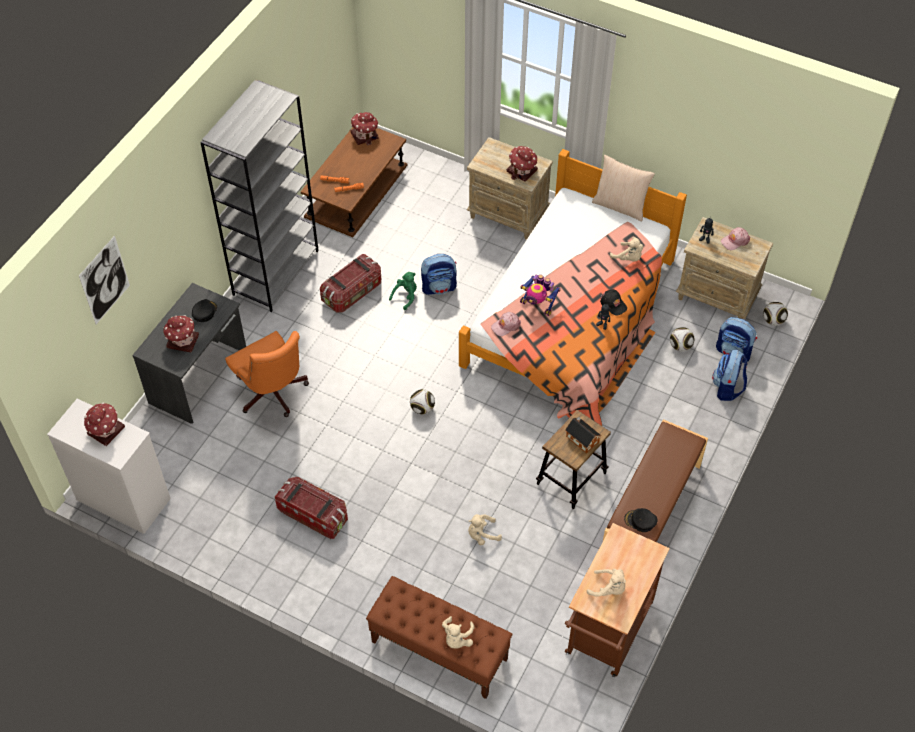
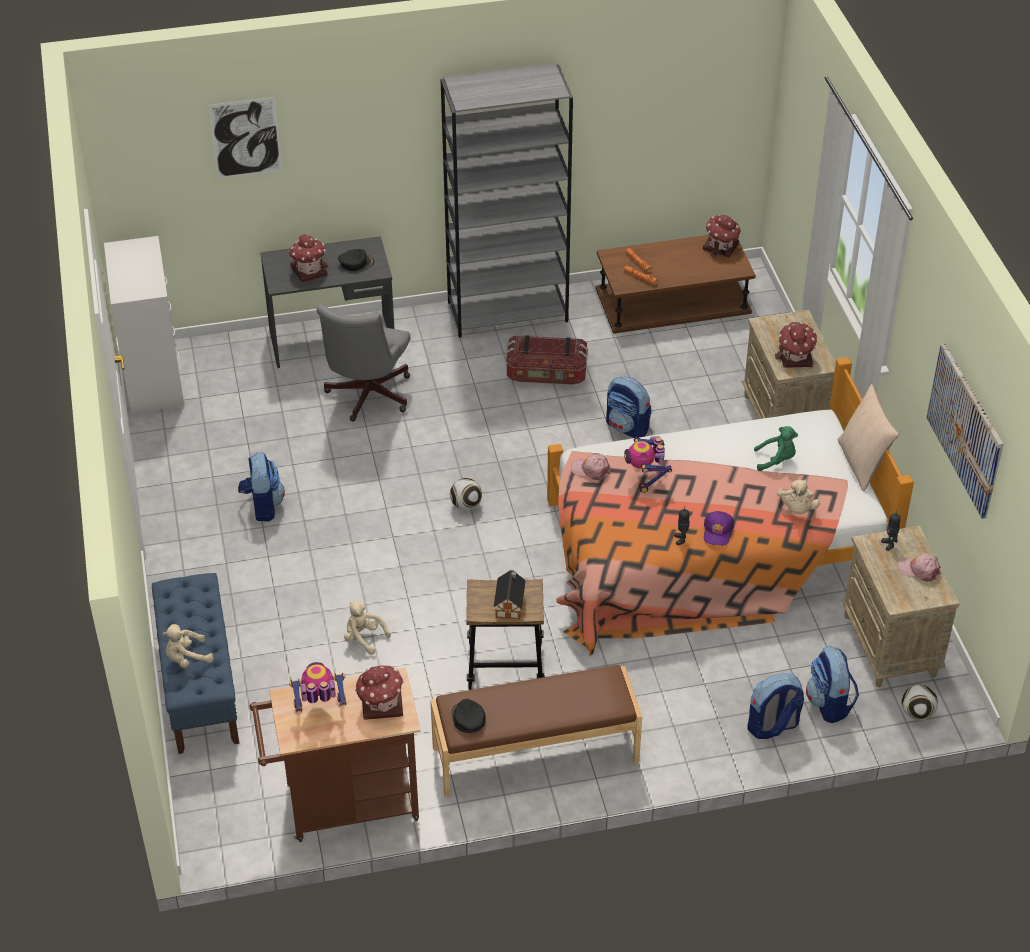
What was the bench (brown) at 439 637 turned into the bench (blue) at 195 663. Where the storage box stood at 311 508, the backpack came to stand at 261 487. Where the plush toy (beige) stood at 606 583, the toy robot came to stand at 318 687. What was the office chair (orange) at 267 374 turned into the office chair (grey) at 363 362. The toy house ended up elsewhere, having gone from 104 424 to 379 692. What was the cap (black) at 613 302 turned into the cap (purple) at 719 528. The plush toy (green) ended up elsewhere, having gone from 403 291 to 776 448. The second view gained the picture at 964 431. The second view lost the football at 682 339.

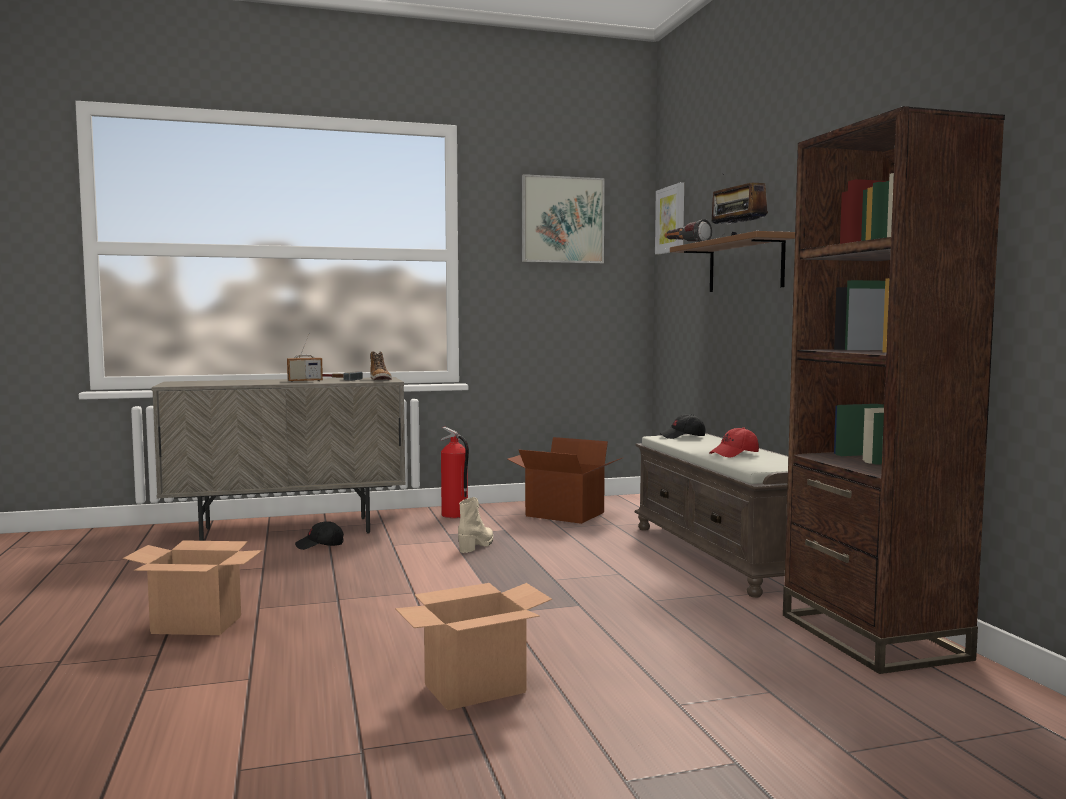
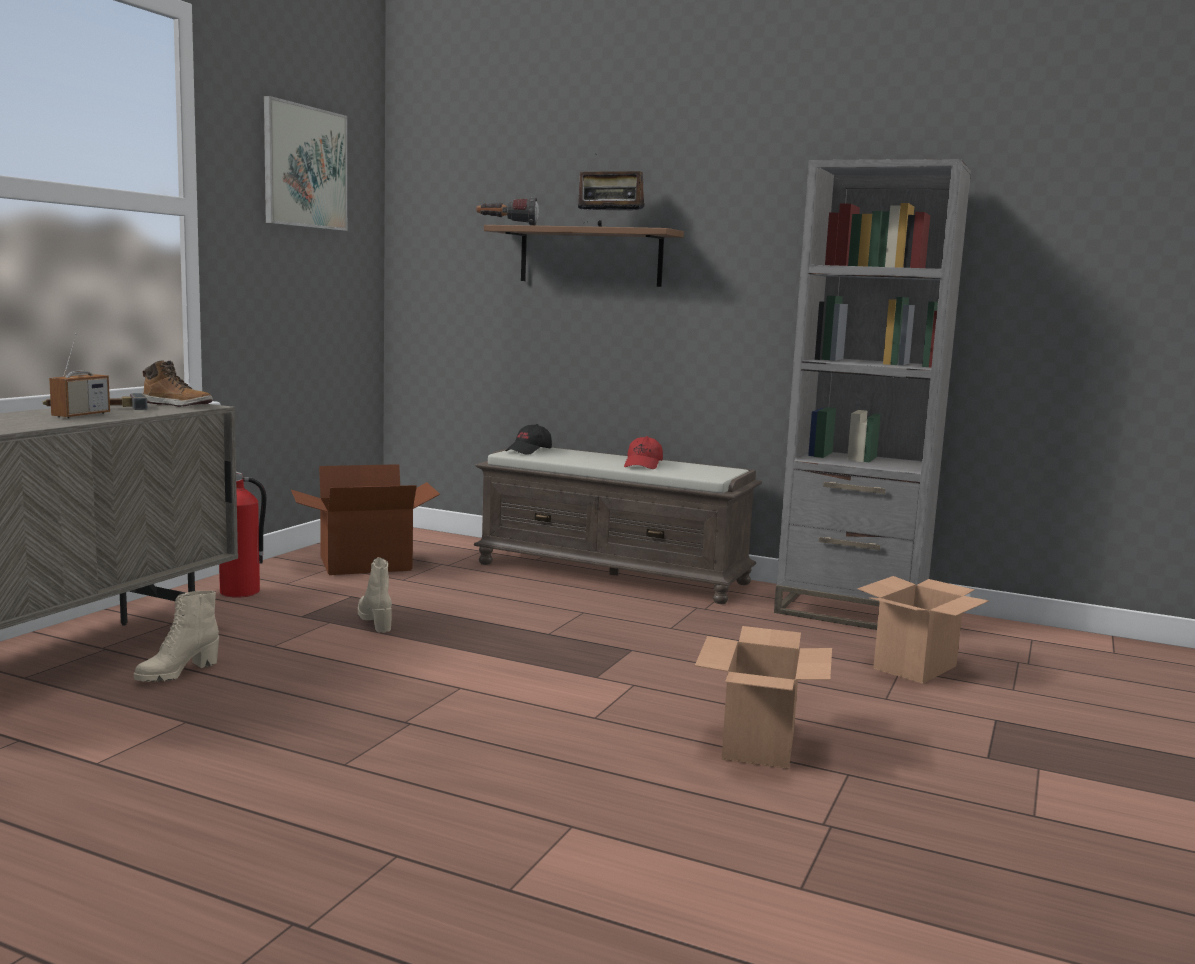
Where the cap (black) stood at 319 535, the boot (beige) came to stand at 176 636. What was the bookcase (brown) at 894 390 turned into the bookcase (grey) at 872 394. The cardboard box ended up elsewhere, having gone from 192 587 to 923 630. The second view lost the picture at 669 218.

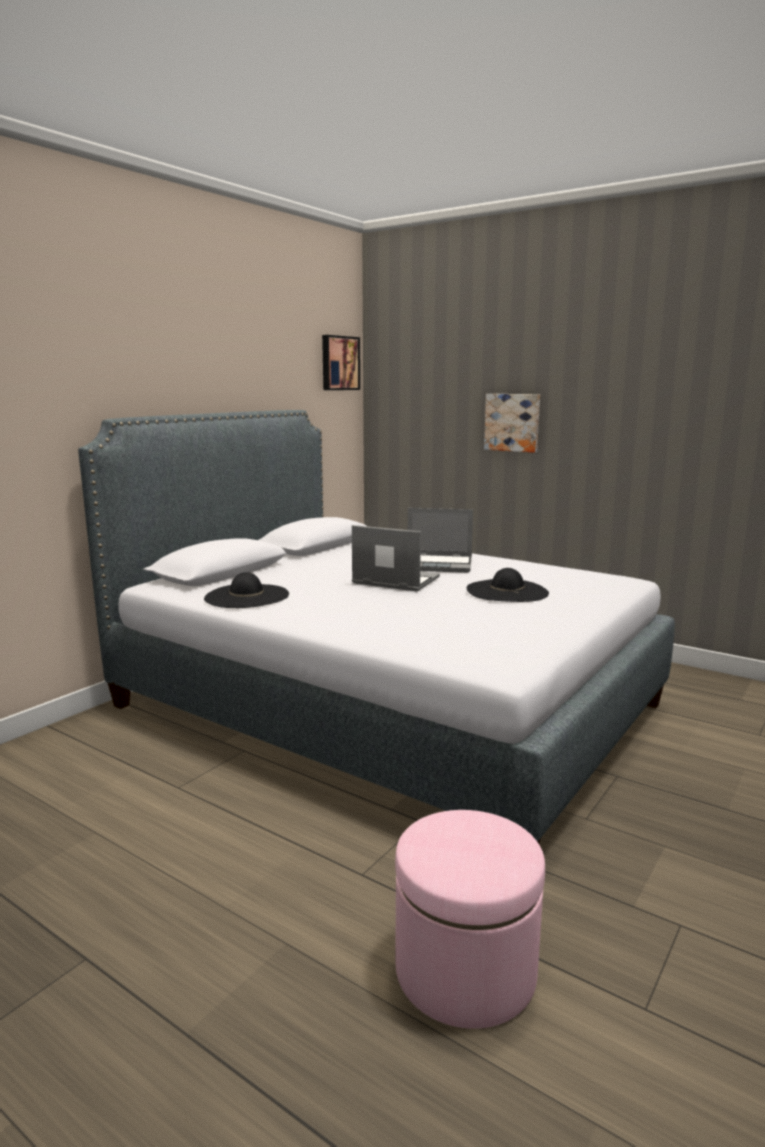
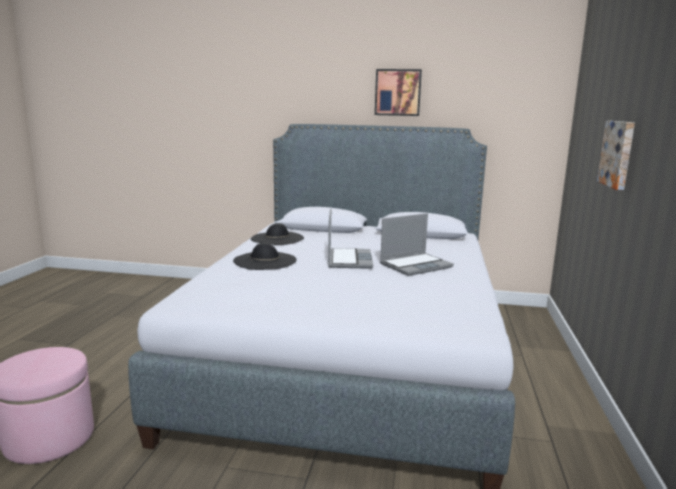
The hat (black) ended up elsewhere, having gone from 508 585 to 265 256. The picture ended up elsewhere, having gone from 341 362 to 398 92. The laptop at 440 540 ended up facing another way, 105 degrees counterclockwise from before.

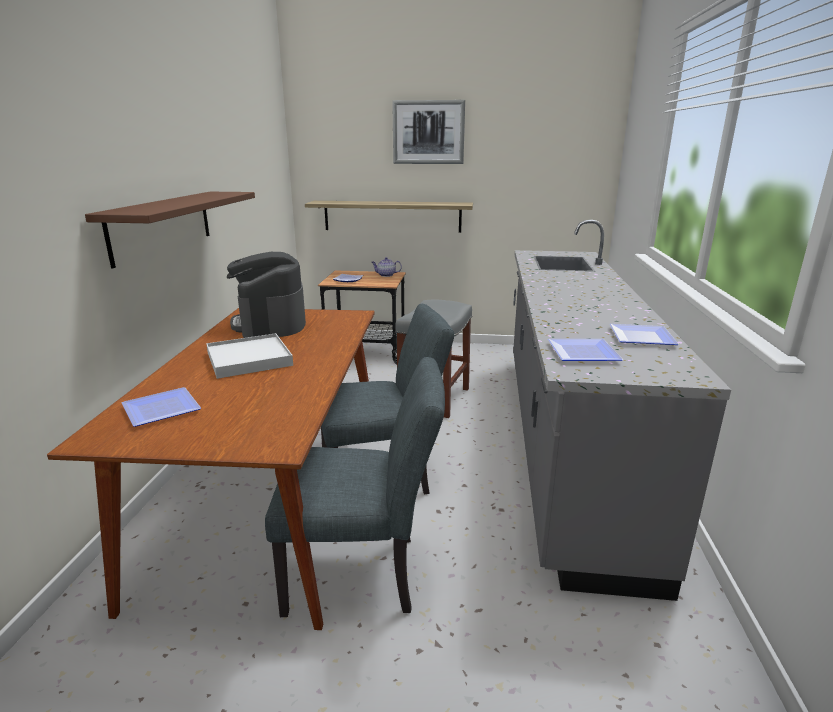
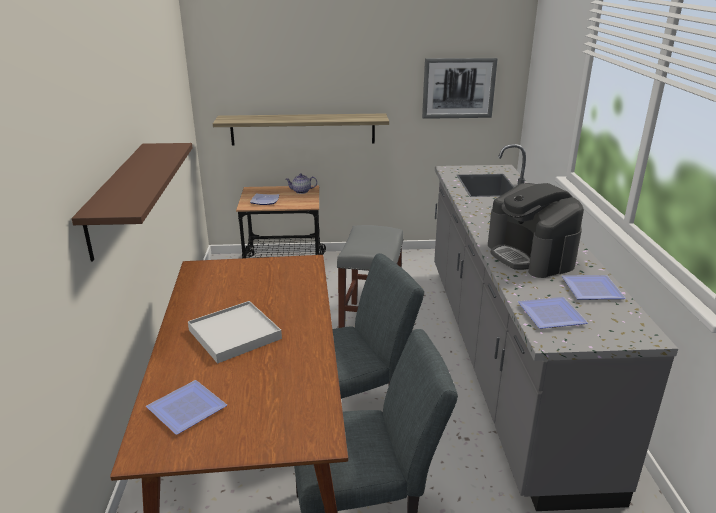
The picture ended up elsewhere, having gone from 428 132 to 460 88. The coffee machine ended up elsewhere, having gone from 266 295 to 536 230.

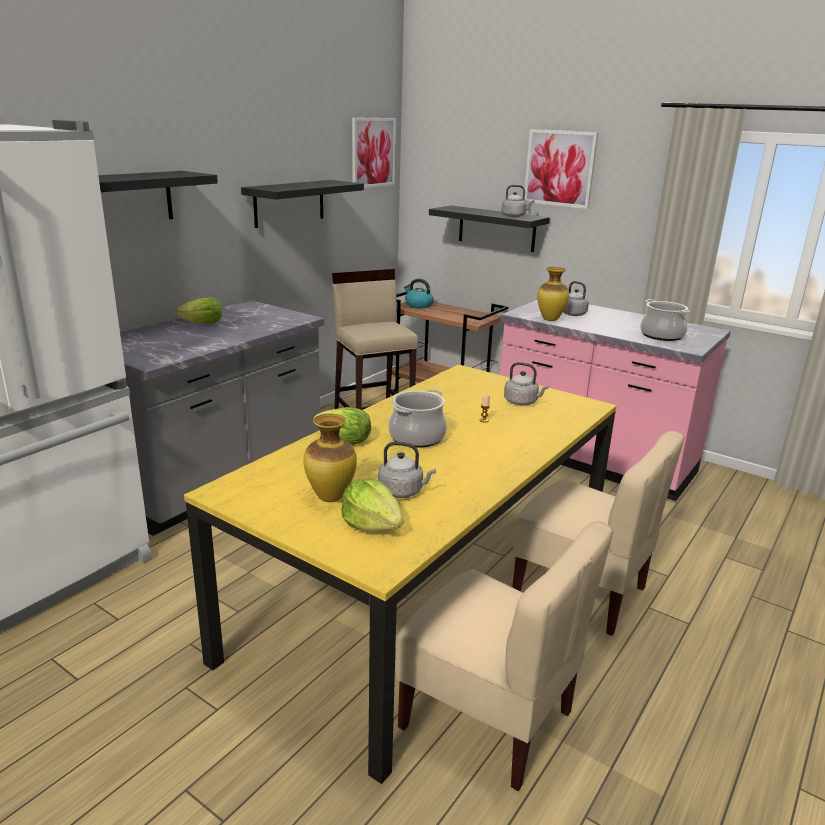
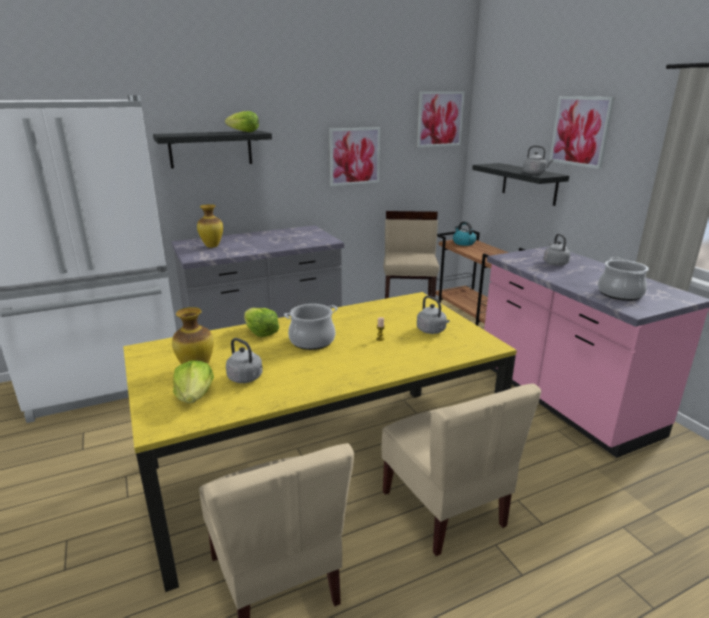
The vase ended up elsewhere, having gone from 553 294 to 210 226. The lettuce ended up elsewhere, having gone from 198 310 to 242 121. Where the shelf (black) hung at 302 204, the picture came to hang at 354 156.

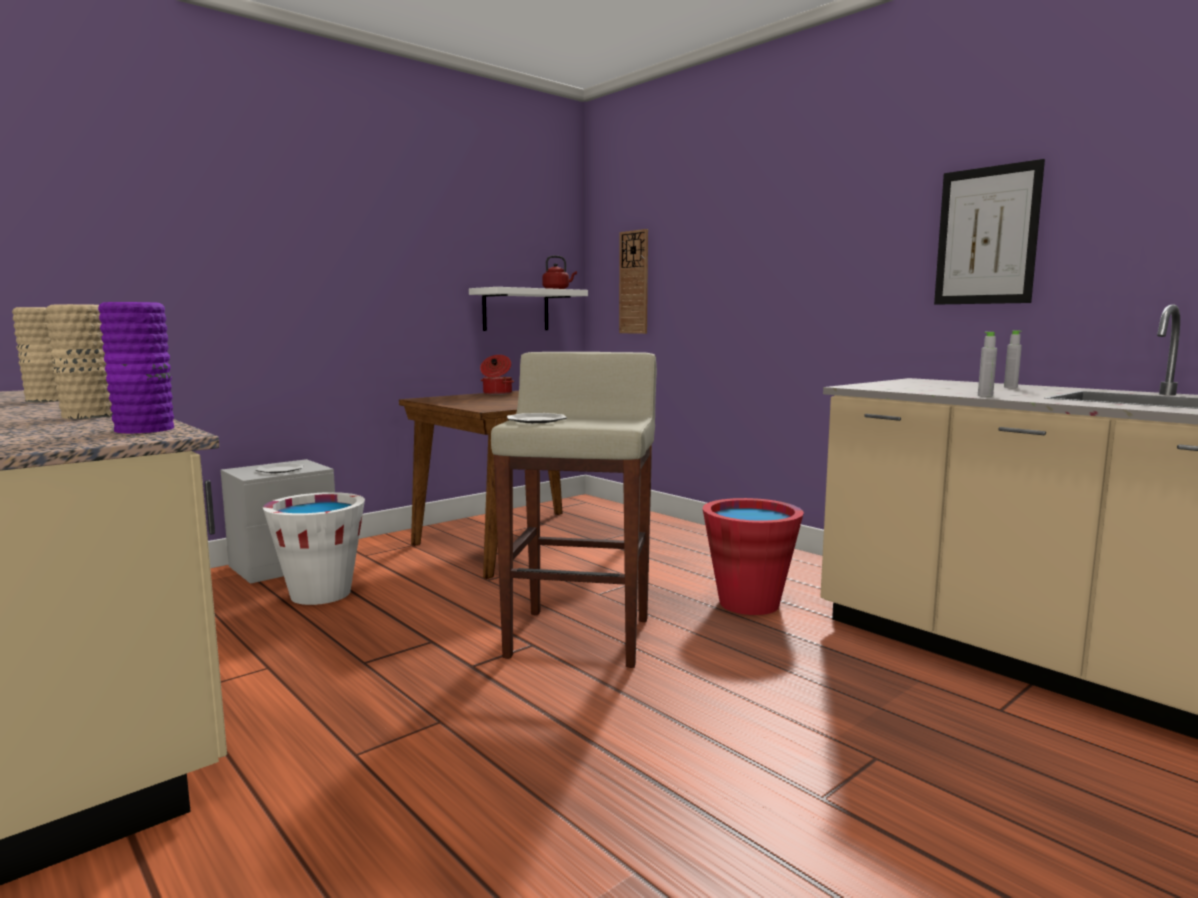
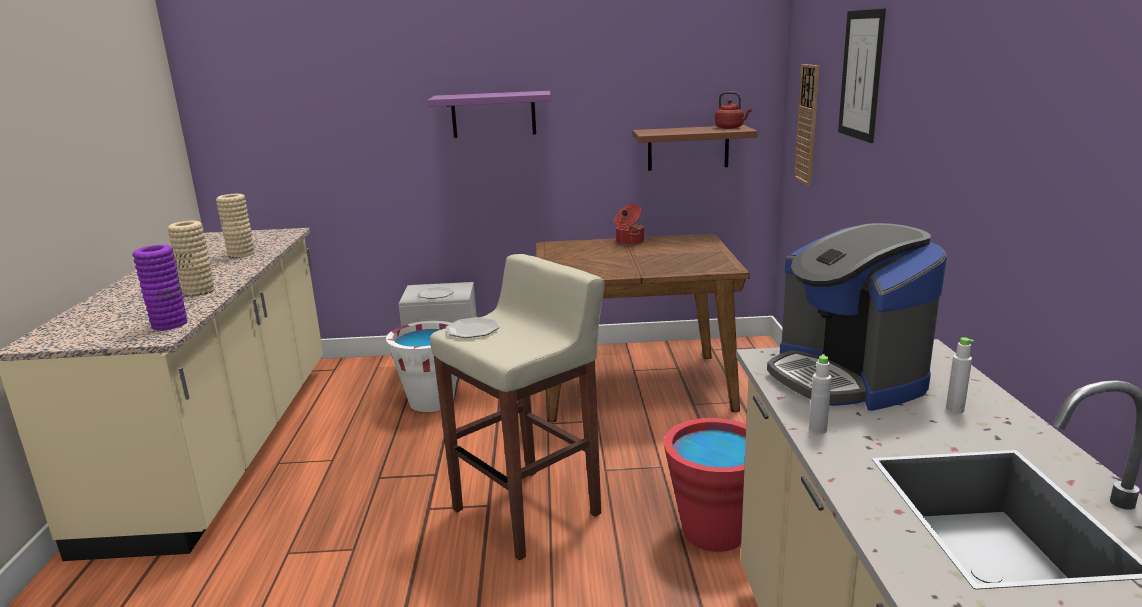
The second view gained the shelf (purple) at 489 114. What was the shelf (white) at 528 309 turned into the shelf (brown) at 695 148. The second view gained the coffee machine at 857 317. The picture ended up elsewhere, having gone from 989 232 to 862 75.

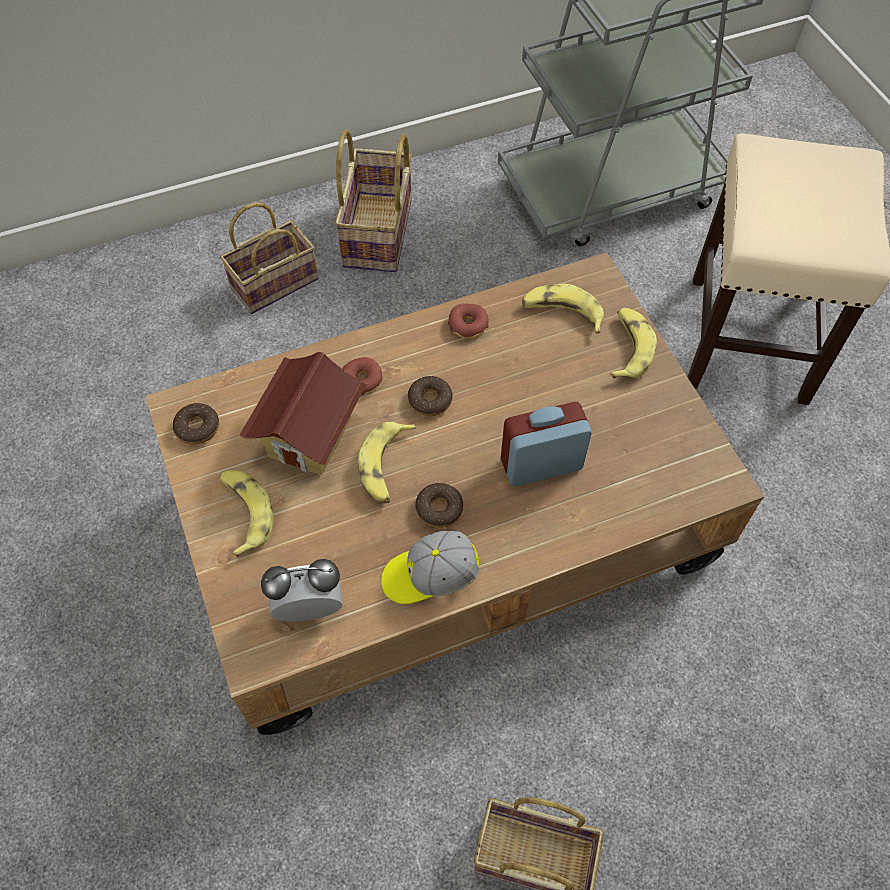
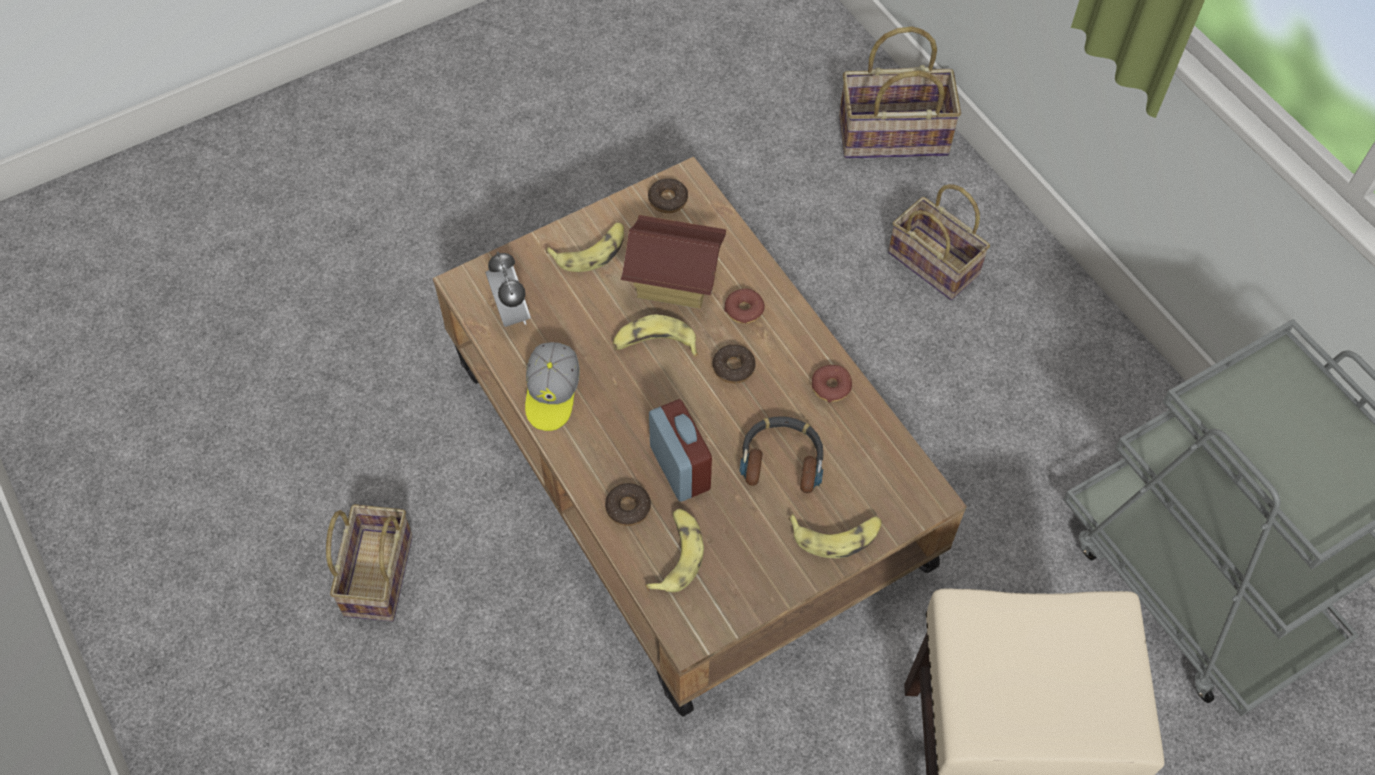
The cap at 430 567 ended up facing another way, 150 degrees counterclockwise from before. The donut ended up elsewhere, having gone from 439 505 to 628 504. The banana ended up elsewhere, having gone from 563 309 to 674 550. The second view gained the headphones at 781 454. The basket ended up elsewhere, having gone from 373 200 to 900 92.

